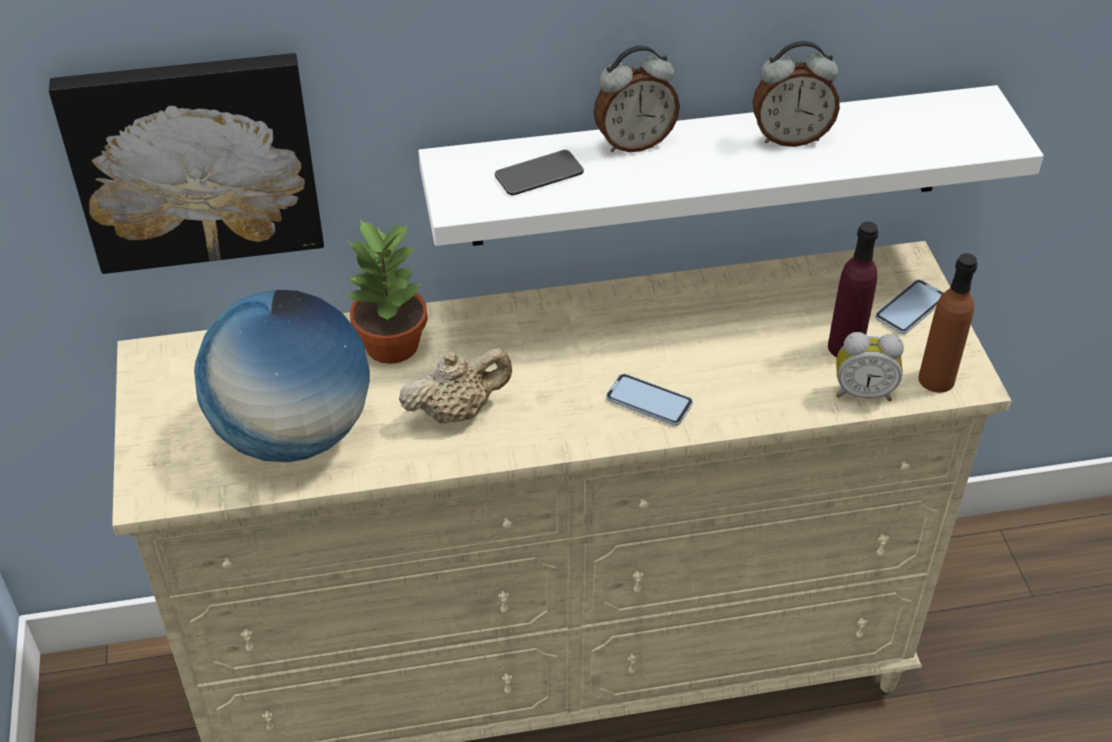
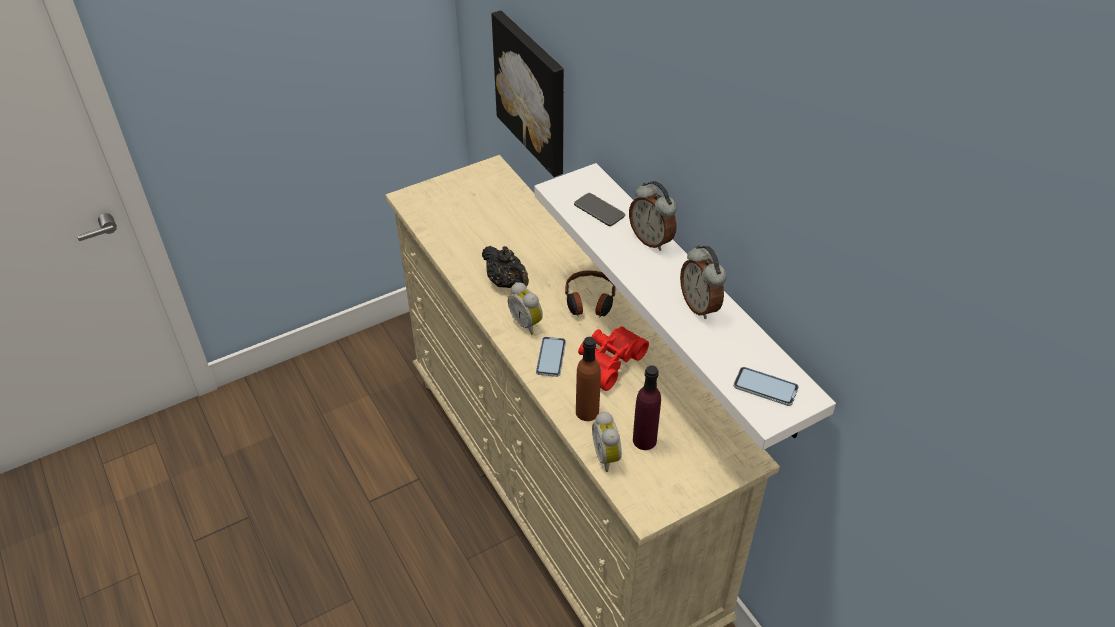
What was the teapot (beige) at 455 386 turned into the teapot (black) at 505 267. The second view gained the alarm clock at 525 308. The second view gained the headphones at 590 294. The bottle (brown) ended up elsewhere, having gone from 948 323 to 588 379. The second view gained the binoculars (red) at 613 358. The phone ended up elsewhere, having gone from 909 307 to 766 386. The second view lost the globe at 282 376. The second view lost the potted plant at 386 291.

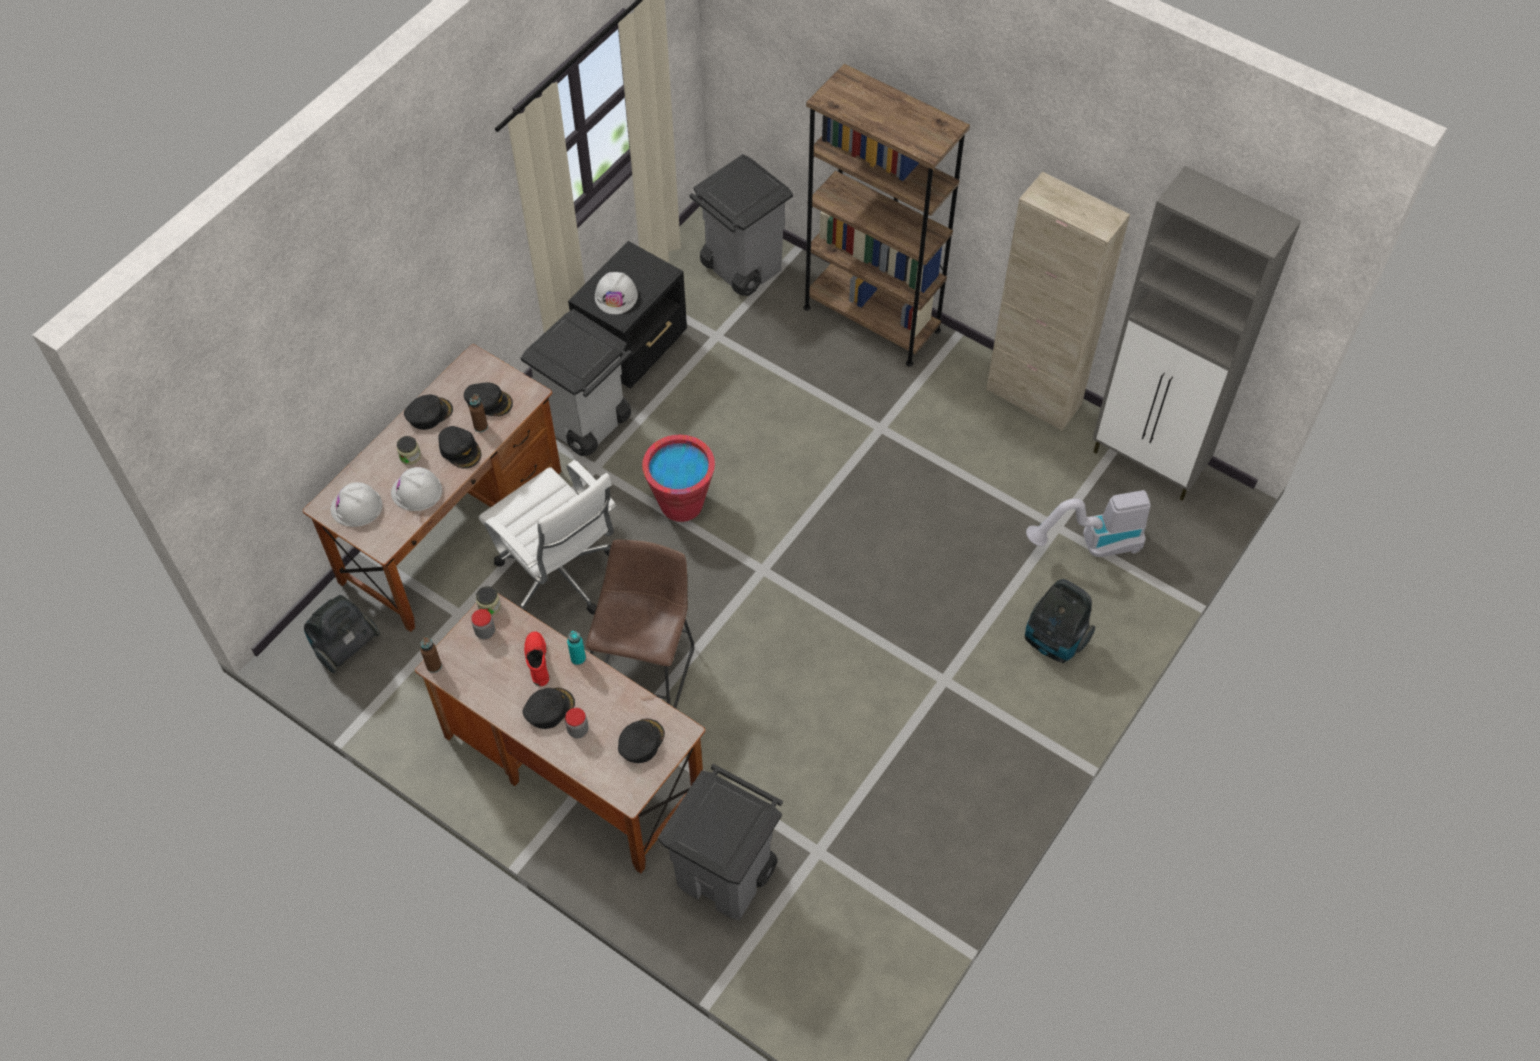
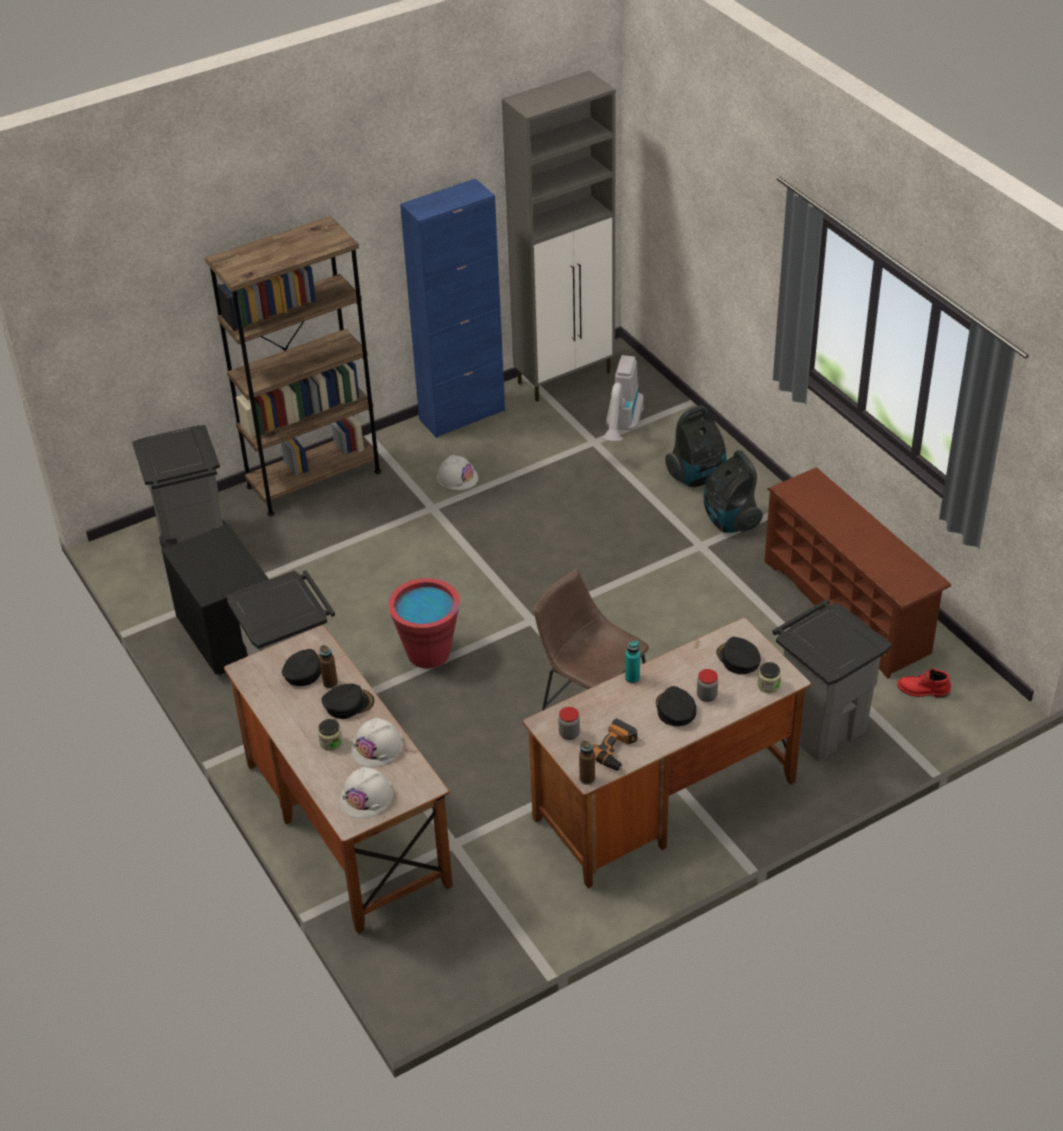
What was the cabinet (beige) at 1058 301 turned into the cabinet (blue) at 452 308. The hard hat (white) ended up elsewhere, having gone from 616 293 to 457 472. The second view gained the power drill at 614 744. The vacuum cleaner ended up elsewhere, having gone from 342 634 to 733 491. The jar ended up elsewhere, having gone from 488 601 to 769 677. The second view gained the shoe rack (brown) at 857 572. The boot (red) ended up elsewhere, having gone from 536 658 to 924 683. The second view lost the cap (black) at 428 412. The second view lost the office chair (white) at 548 537.

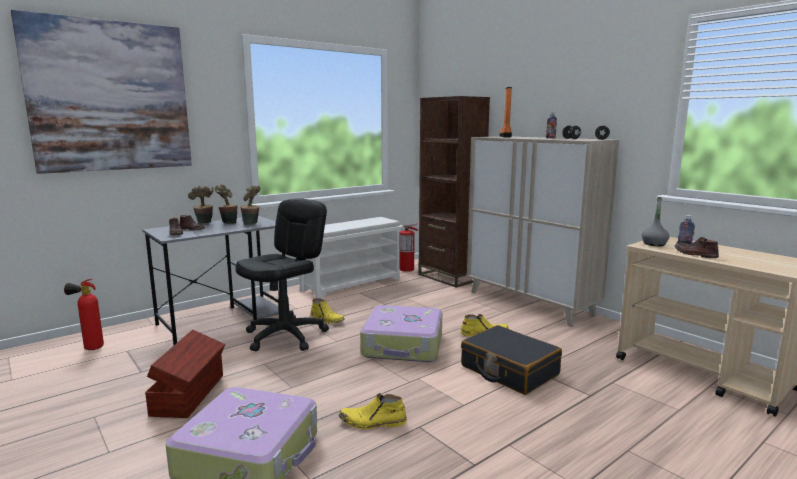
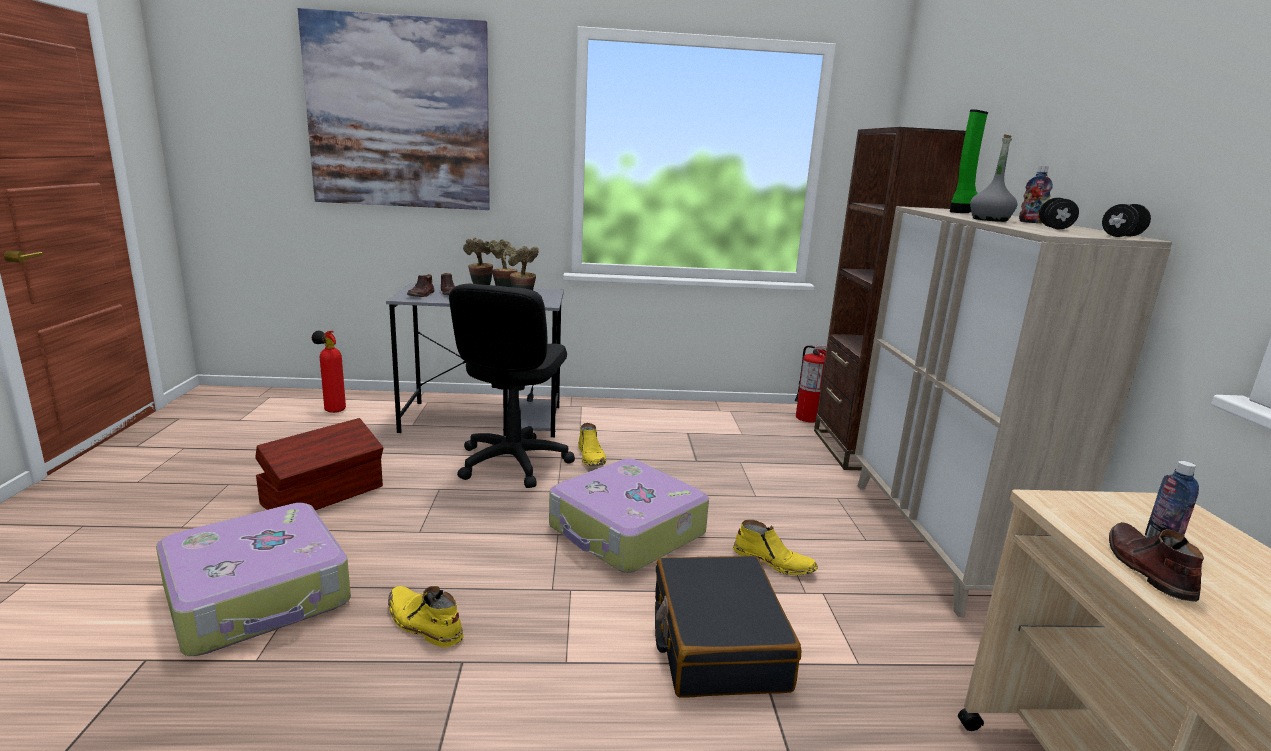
The office chair (black) at 282 275 ended up facing another way, 120 degrees clockwise from before. What was the boot (orange) at 506 112 turned into the boot (green) at 969 161. The bottle (grey) ended up elsewhere, having gone from 655 221 to 993 178. The second view lost the shoe rack (white) at 351 258.

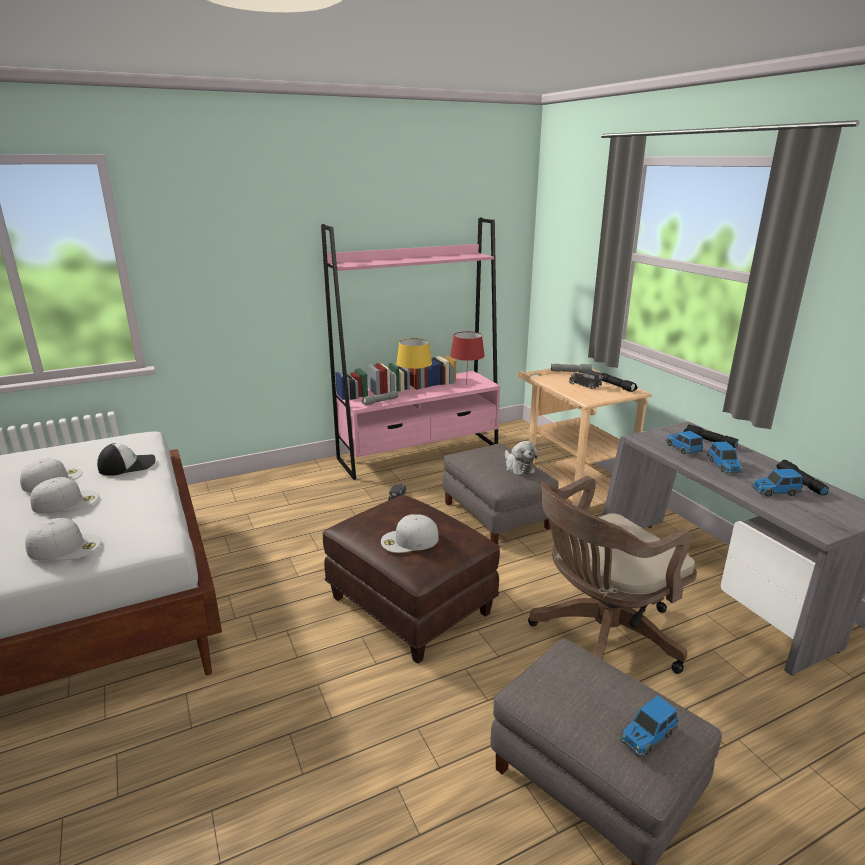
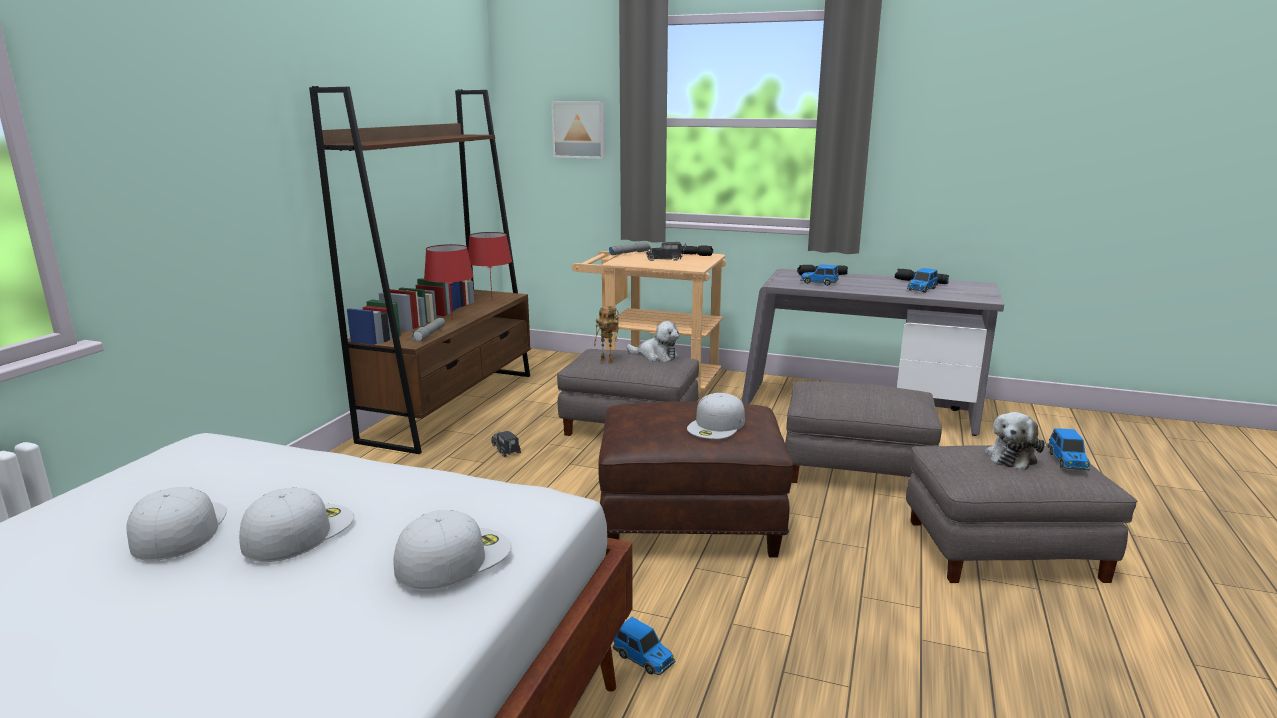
What was the bookcase (pink) at 410 349 turned into the bookcase (brown) at 420 270. What was the table lamp (yellow) at 414 366 turned into the table lamp (red) at 449 282. The second view gained the picture at 578 130. The second view gained the toy robot at 606 334. The toy car ended up elsewhere, having gone from 725 457 to 644 646. Where the office chair (brown) stood at 612 575, the ottoman (grey) came to stand at 863 432. The second view gained the plush toy at 1015 441. The second view lost the cap at 126 459.

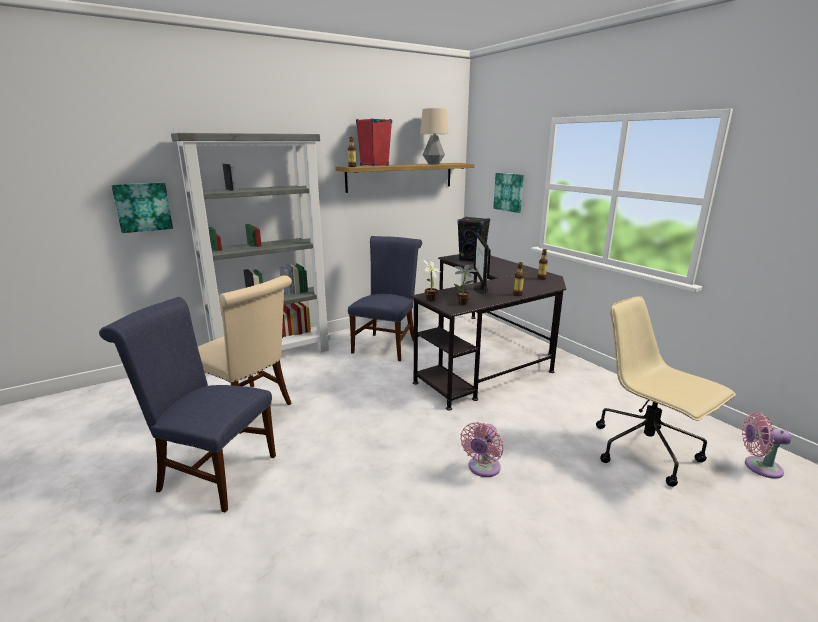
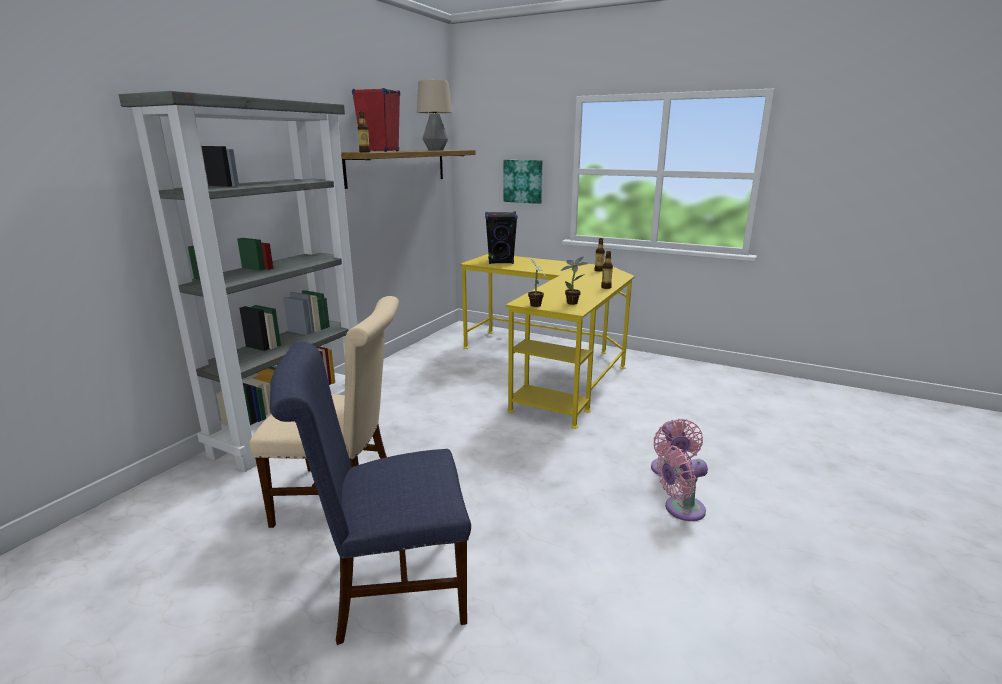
What was the desk (black) at 488 332 turned into the desk (yellow) at 547 341. The fan (pink) ended up elsewhere, having gone from 766 445 to 682 483. The second view lost the picture at 142 208. The second view lost the chair (blue) at 385 298. The second view lost the monitor at 482 263. The second view lost the office chair (beige) at 666 391.

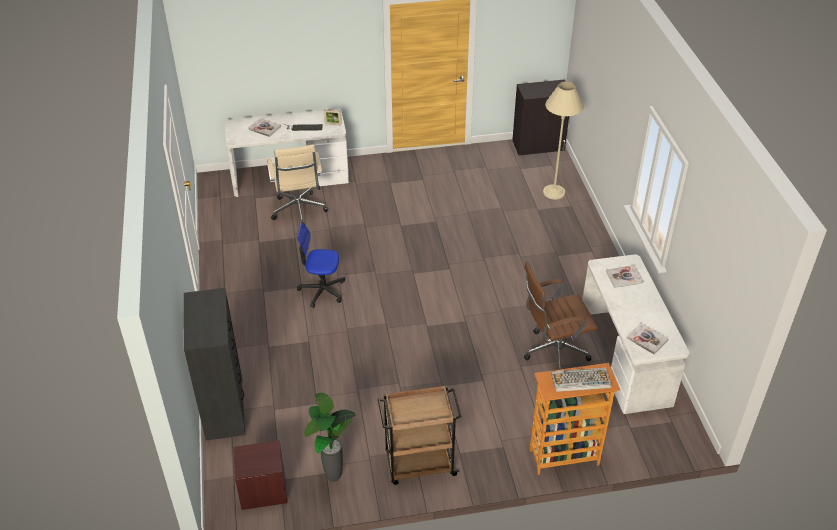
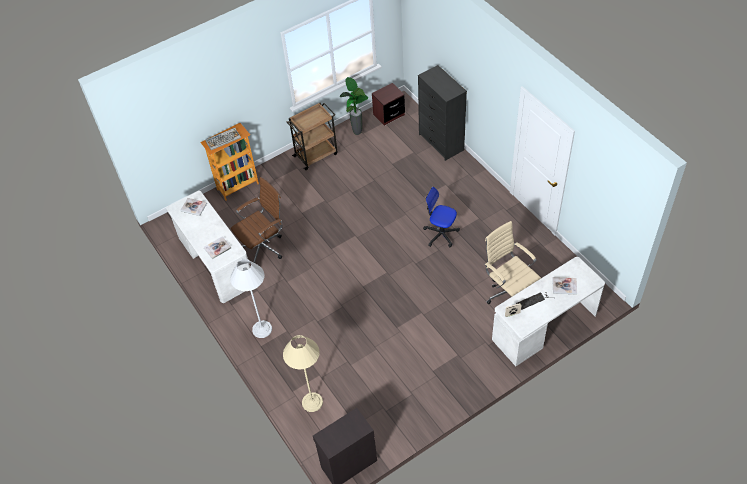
The second view gained the floor lamp (white) at 251 298. The office chair at 321 265 ended up facing another way, 135 degrees counterclockwise from before.

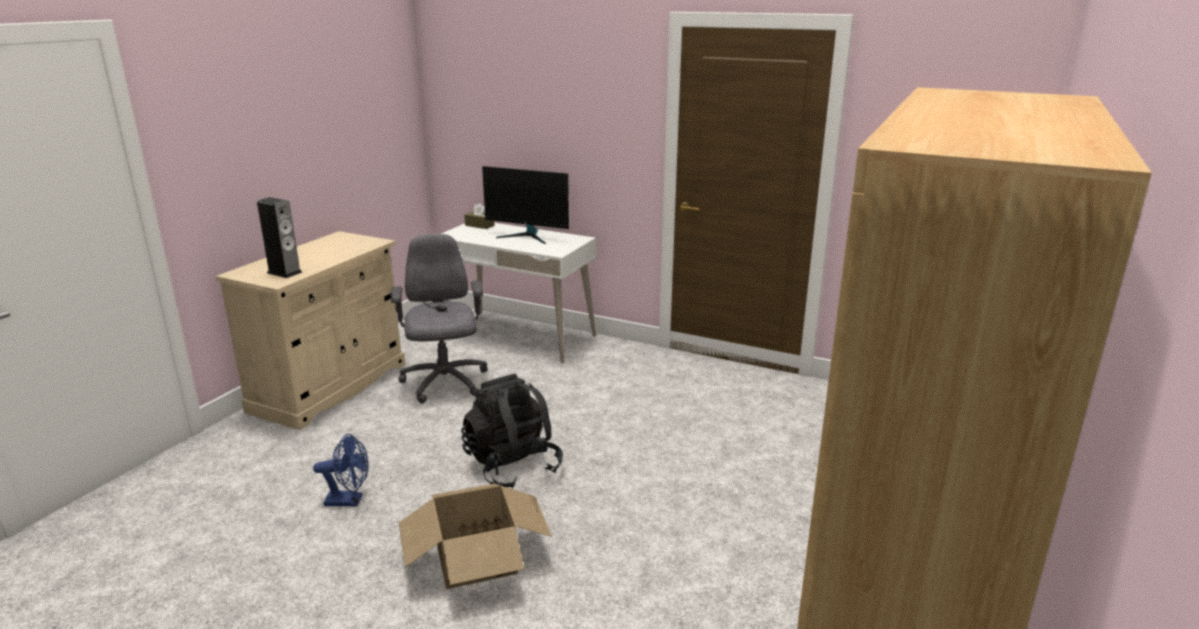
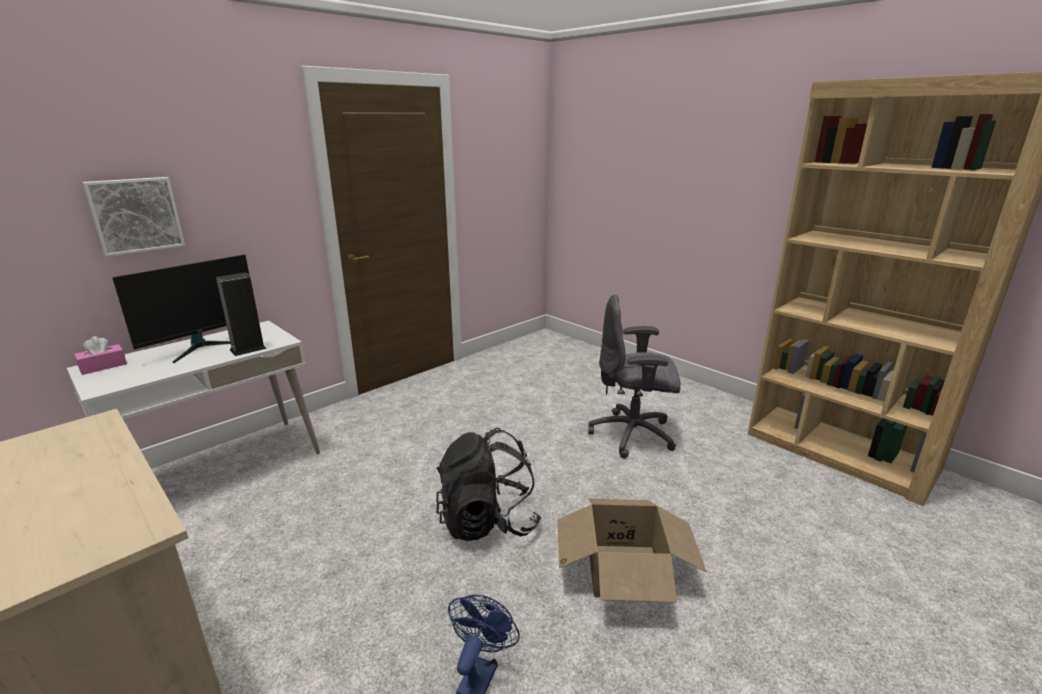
What was the tissue box (brown) at 479 216 turned into the tissue box (pink) at 100 355. The second view gained the picture at 133 217. The speaker ended up elsewhere, having gone from 279 237 to 241 314. The office chair (grey) ended up elsewhere, having gone from 439 319 to 634 376.

